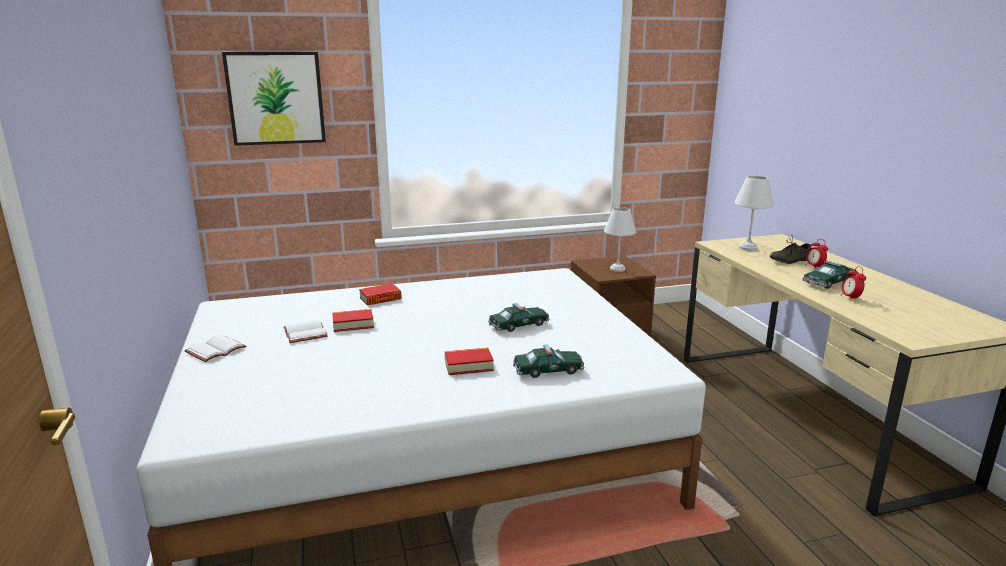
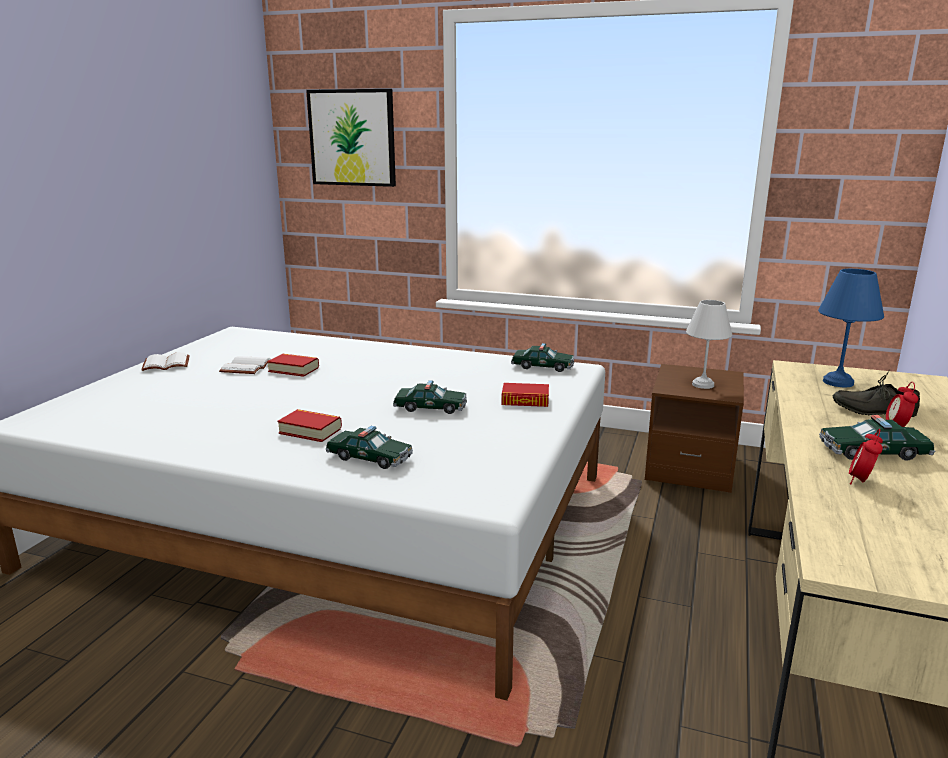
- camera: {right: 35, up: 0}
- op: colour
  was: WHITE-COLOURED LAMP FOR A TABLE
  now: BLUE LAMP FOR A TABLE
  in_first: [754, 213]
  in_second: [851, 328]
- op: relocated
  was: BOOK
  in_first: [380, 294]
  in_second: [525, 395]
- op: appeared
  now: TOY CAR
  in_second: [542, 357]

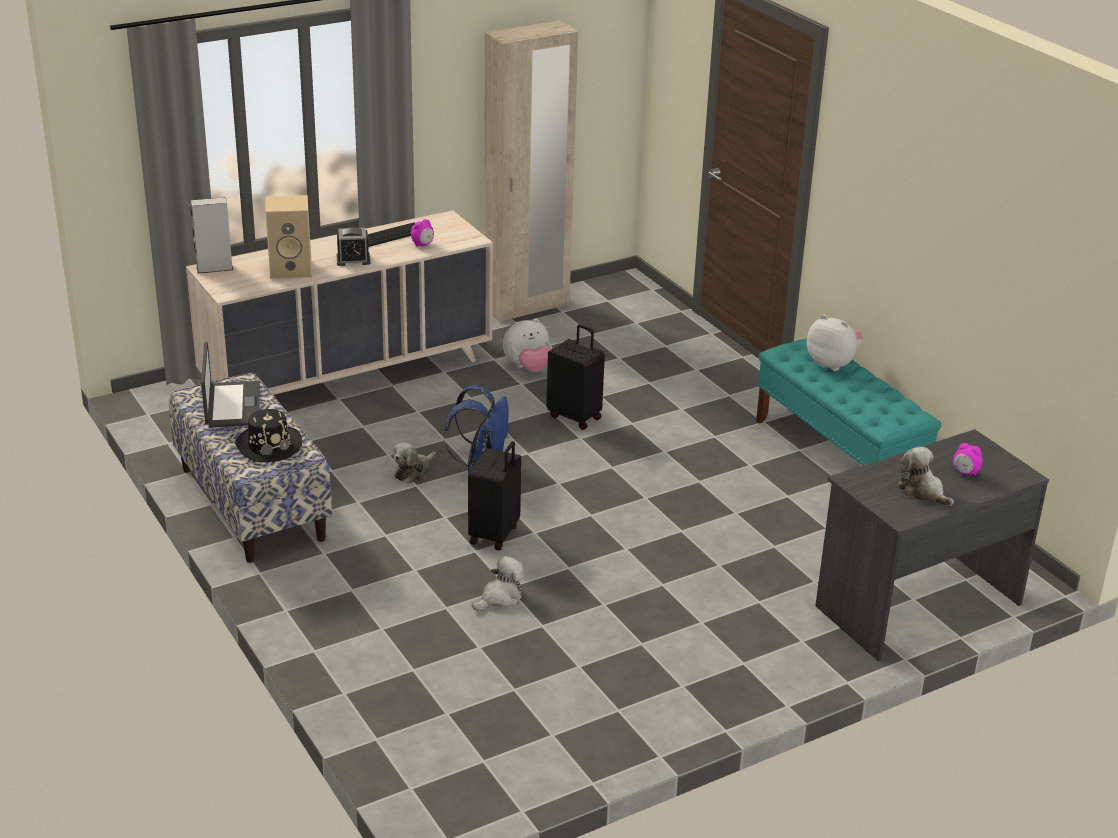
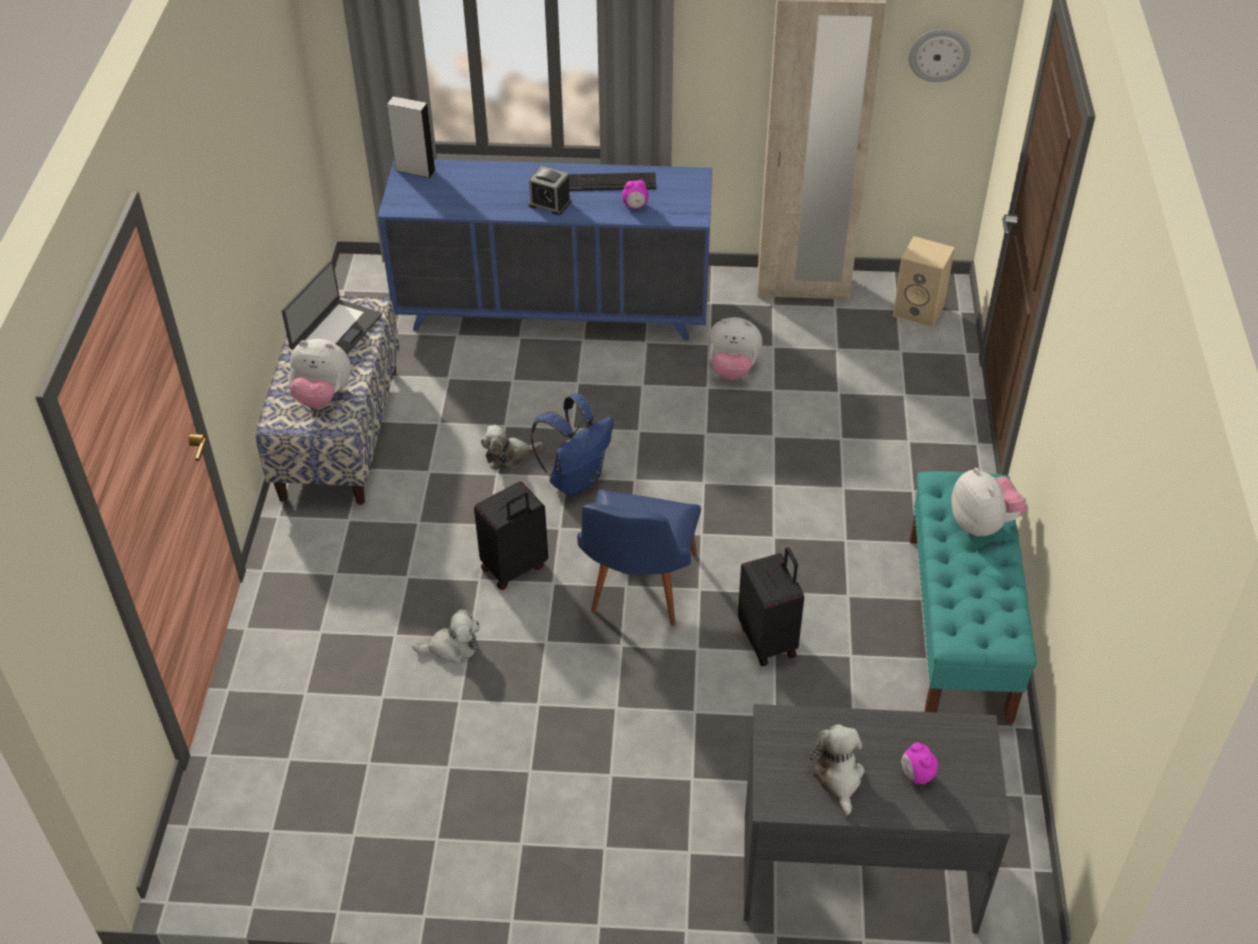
- camera: {right: 35, up: 15}
- op: relocated
  was: SAND-COLOURED SPEAKER
  in_first: [288, 237]
  in_second: [924, 282]
- op: colour
  was: SAND-COLOURED DRESSER
  now: BLUE DRESSER
  in_first: [339, 302]
  in_second: [545, 249]
- op: relocated
  was: BLACK-COLOURED TRAVEL CASE
  in_first: [575, 377]
  in_second: [771, 606]
- op: exchanged
  was: BLACK-COLOURED CLOTHING HAT
  now: PLUSH TOY
  in_first: [268, 435]
  in_second: [320, 373]
- op: appeared
  now: CLOCK ON THE WALL
  in_second: [940, 55]
- op: appeared
  now: BLUE CHAIR
  in_second: [639, 558]

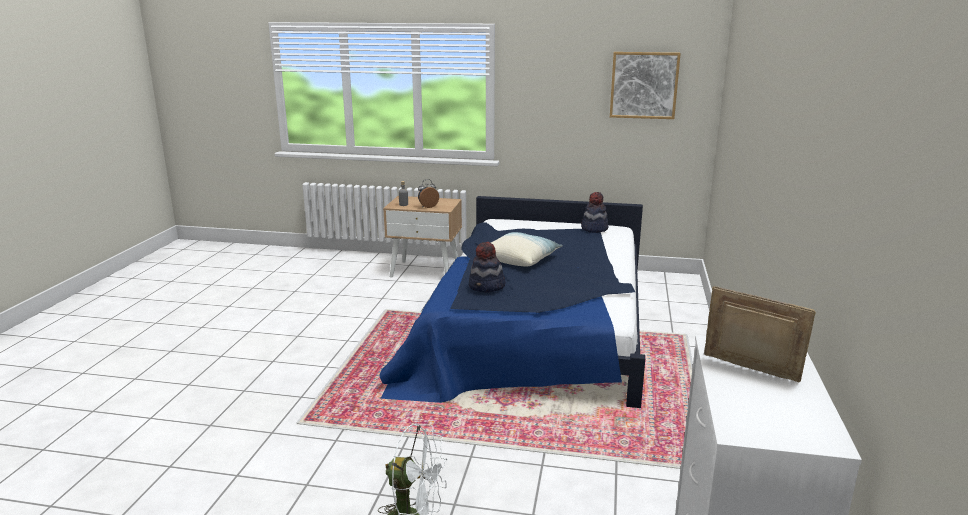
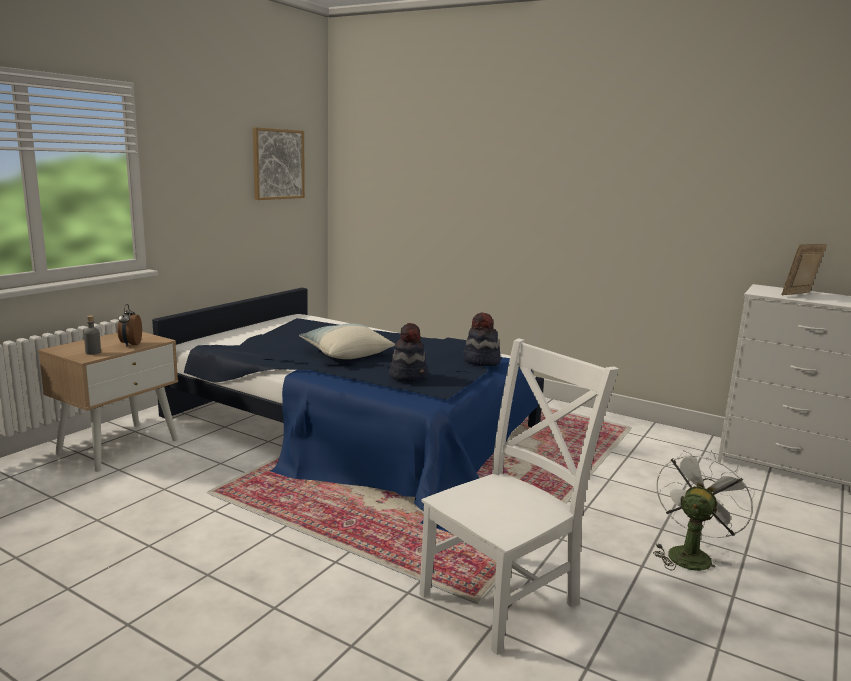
- camera: {right: -70, up: -5}
- op: relocated
  was: CLOTHING HAT
  in_first: [595, 212]
  in_second: [482, 339]
- op: appeared
  now: WHITE-COLOURED CHAIR
  in_second: [519, 496]

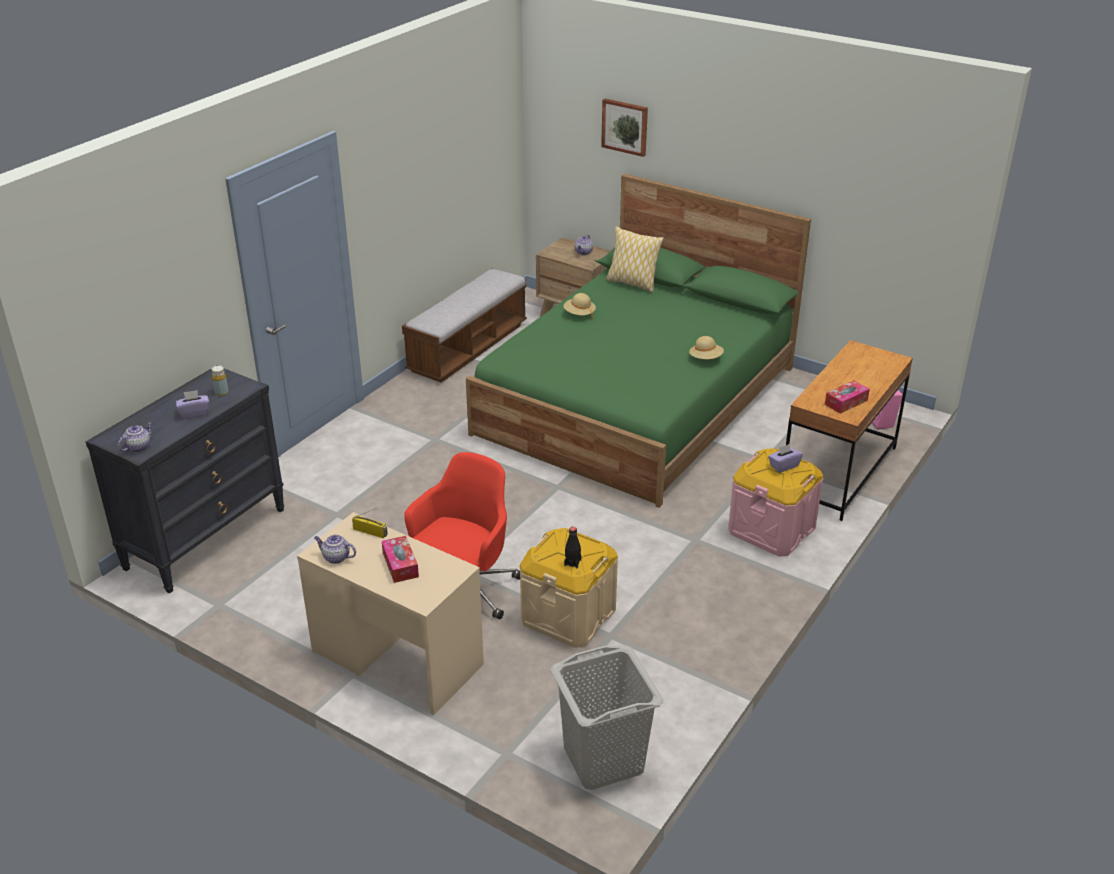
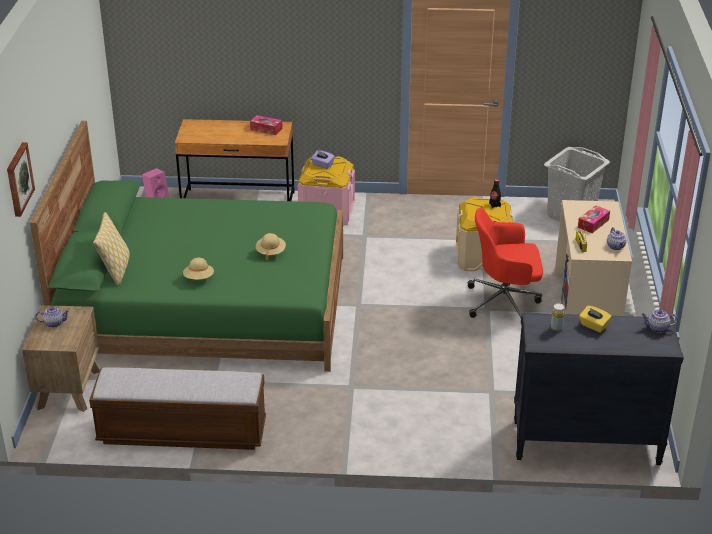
- camera: {right: -120, up: 0}
- op: relocated
  was: SAND-COLOURED CLOTHING HAT
  in_first: [706, 347]
  in_second: [271, 247]
- op: colour
  was: PURPLISH TISSUE BOX
  now: YELLOWISH TISSUE BOX
  in_first: [193, 404]
  in_second: [595, 319]

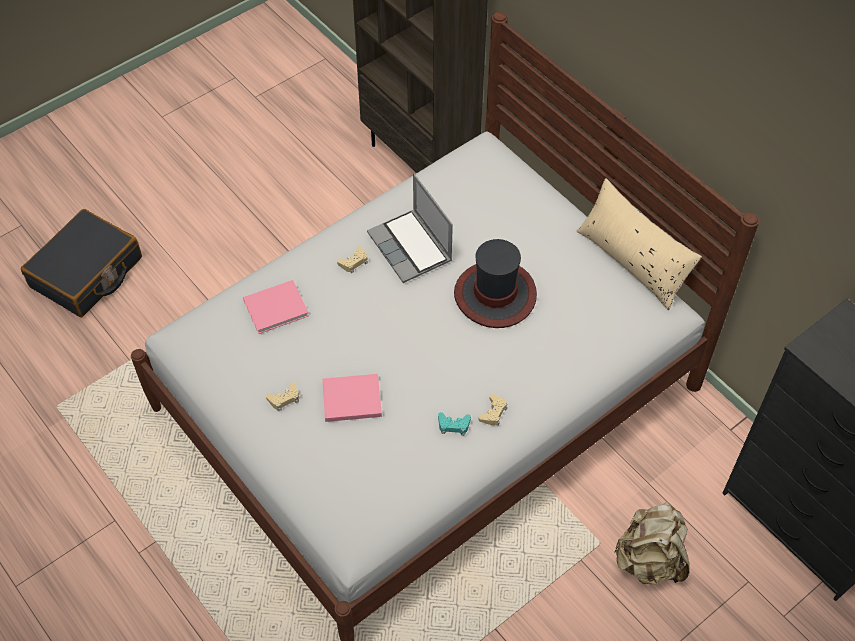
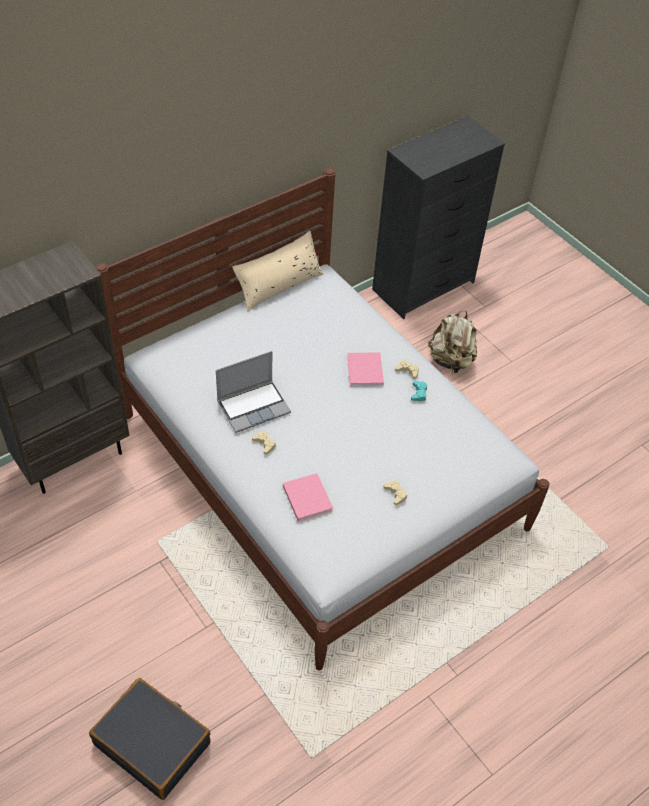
- camera: {right: -90, up: -5}
- op: missing
  was: CLOTHING HAT
  in_first: [495, 283]
- op: relocated
  was: PINK BOOK
  in_first: [352, 398]
  in_second: [365, 369]

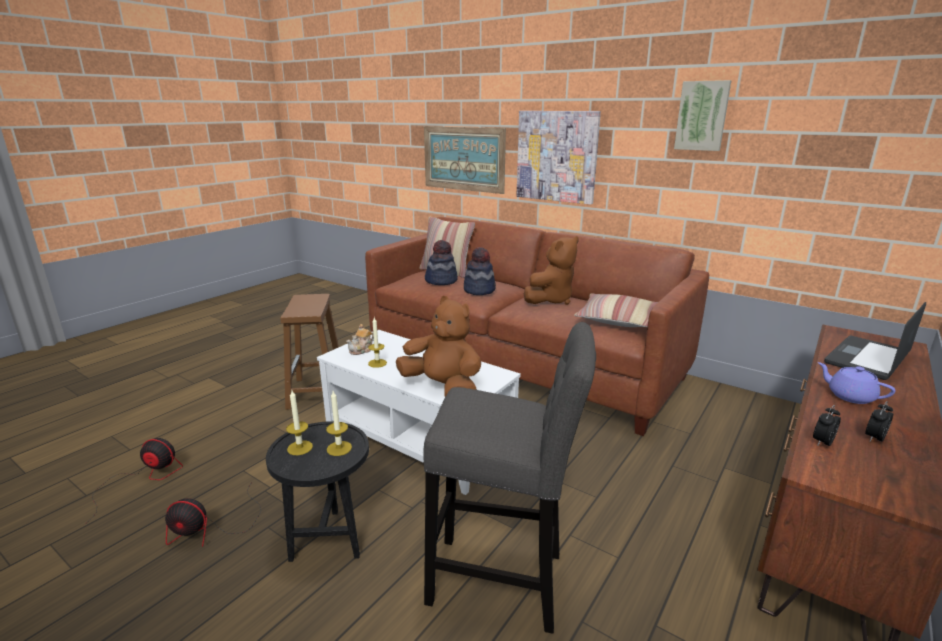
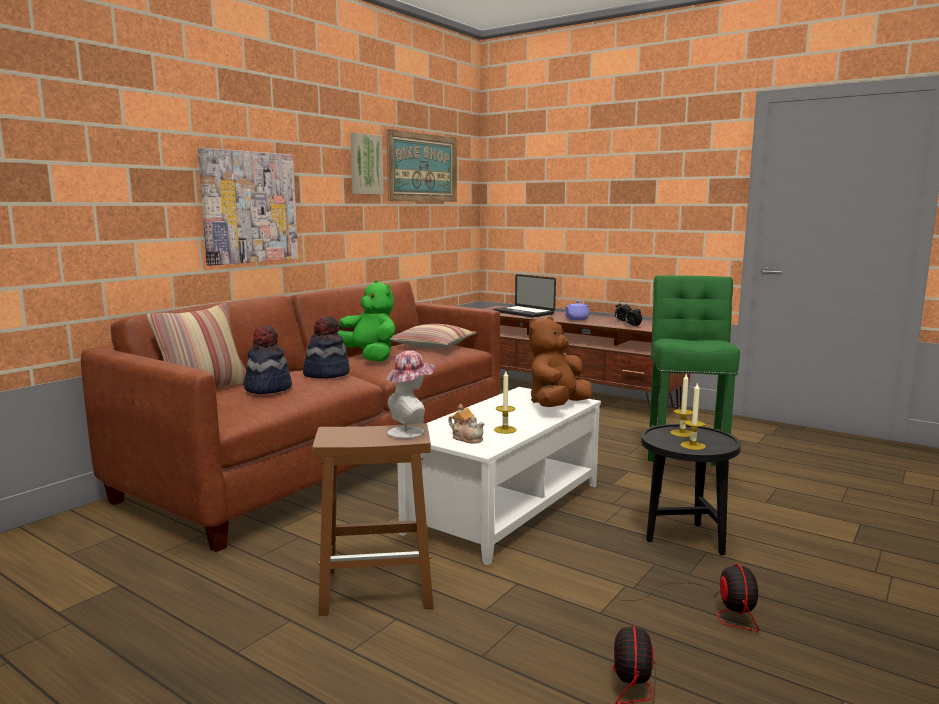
- camera: {right: -90, up: -10}
- op: relocated
  was: PICTURE
  in_first: [465, 160]
  in_second: [421, 165]
- op: colour
  was: BROWN PLUSH TOY
  now: GREEN PLUSH TOY
  in_first: [551, 270]
  in_second: [366, 321]
- op: colour
  was: GREY STOOL
  now: GREEN STOOL
  in_first: [509, 478]
  in_second: [694, 384]
- op: appeared
  now: CLOTHING HAT
  in_second: [410, 394]

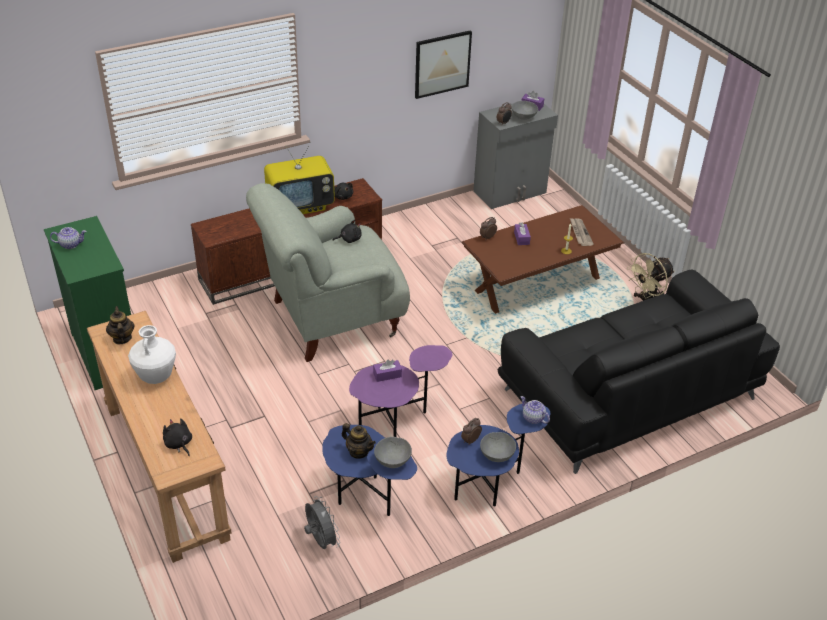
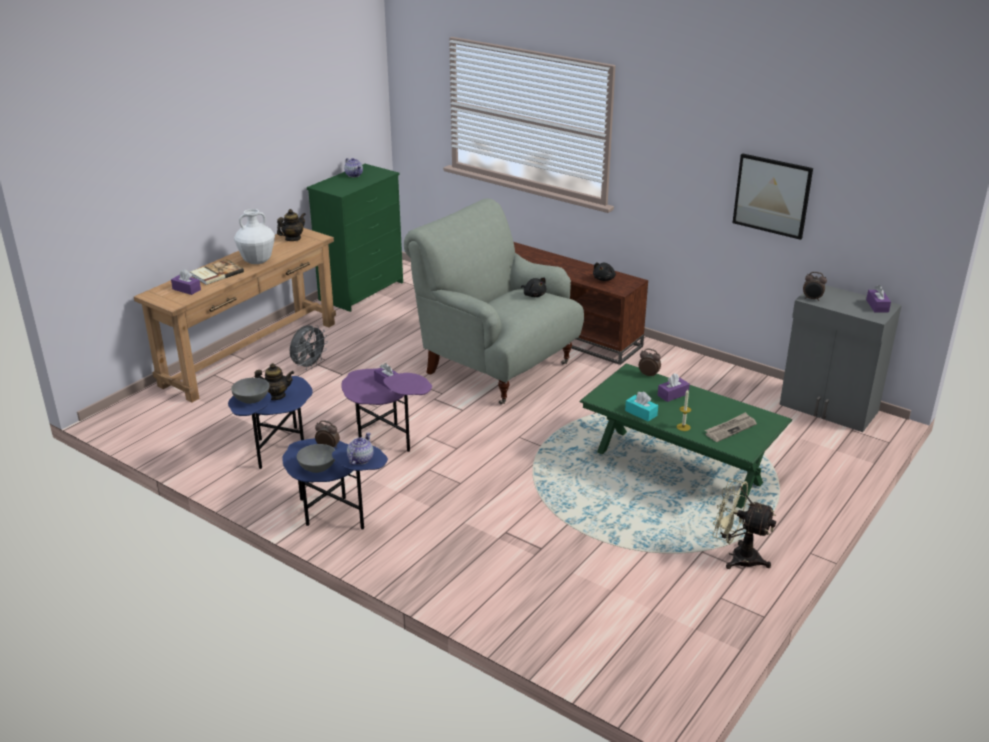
- camera: {right: 65, up: -10}
- op: missing
  was: GREY SERVING BOWL
  in_first: [525, 110]
- op: missing
  was: TV SET
  in_first: [299, 178]
- op: colour
  was: BROWN LOW TABLE
  now: GREEN LOW TABLE
  in_first: [542, 259]
  in_second: [685, 436]
- op: missing
  was: BLACK-COLOURED SETTEE
  in_first: [639, 371]
- op: exchanged
  was: BLACK-COLOURED PLUSH TOY
  now: PURPLISH TISSUE BOX
  in_first: [177, 437]
  in_second: [186, 282]
- op: spun
  was: POT FOR TEA
  in_first: [359, 441]
  in_second: [274, 381]
  clockwise: -105
- op: relocated
  was: GREY COOLING FAN
  in_first: [322, 522]
  in_second: [309, 347]
- op: appeared
  now: BOOK
  in_second: [217, 272]
- op: appeared
  now: TURQUOISE TISSUE BOX
  in_second: [641, 407]

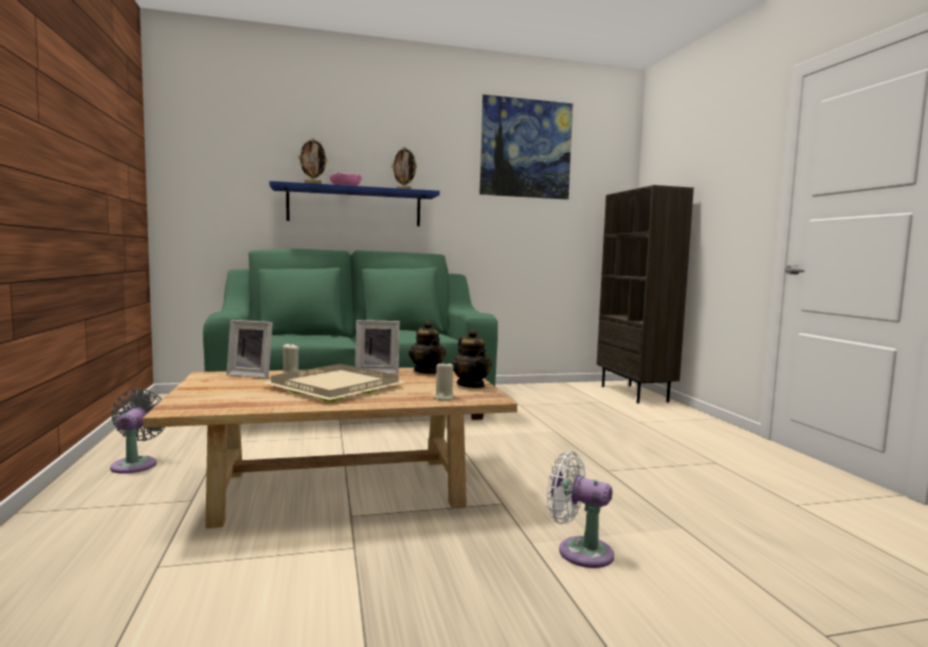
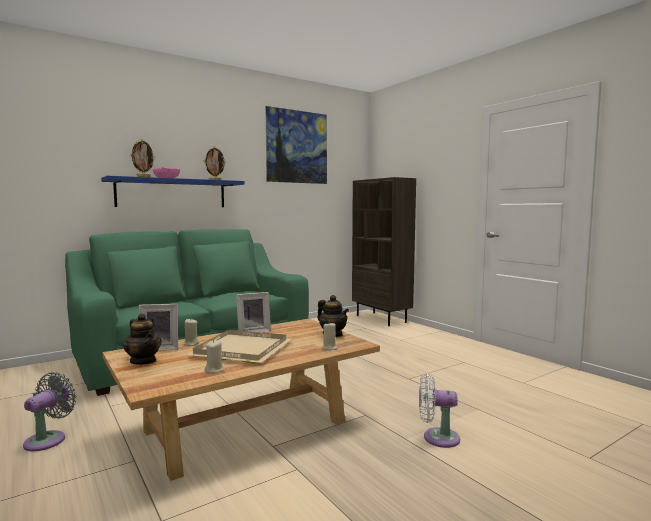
- camera: {right: -20, up: 0}
- op: relocated
  was: POT FOR TEA
  in_first: [427, 347]
  in_second: [142, 339]
- op: spun
  was: GREY COOLING FAN
  in_first: [137, 431]
  in_second: [49, 412]
  clockwise: 45
- op: appeared
  now: SAND-COLOURED WAX LIGHT
  in_second: [214, 356]

